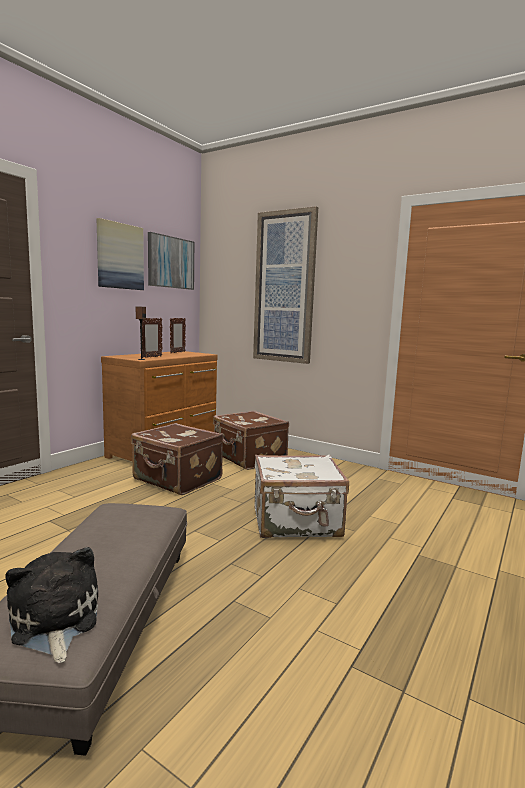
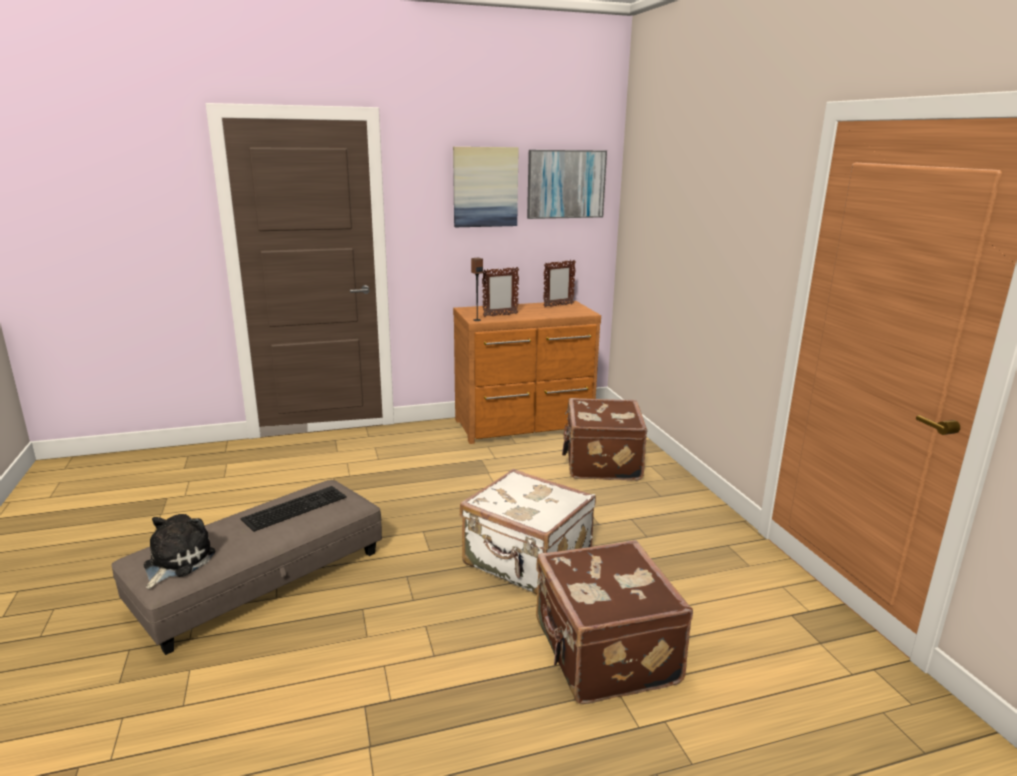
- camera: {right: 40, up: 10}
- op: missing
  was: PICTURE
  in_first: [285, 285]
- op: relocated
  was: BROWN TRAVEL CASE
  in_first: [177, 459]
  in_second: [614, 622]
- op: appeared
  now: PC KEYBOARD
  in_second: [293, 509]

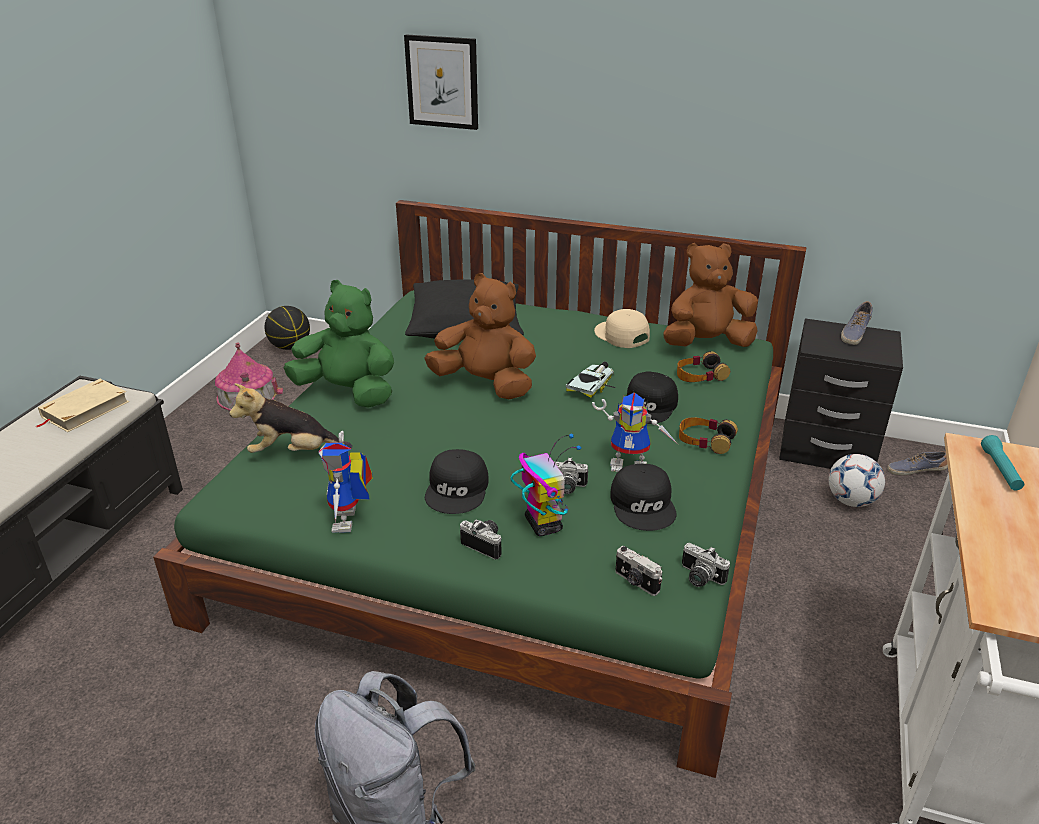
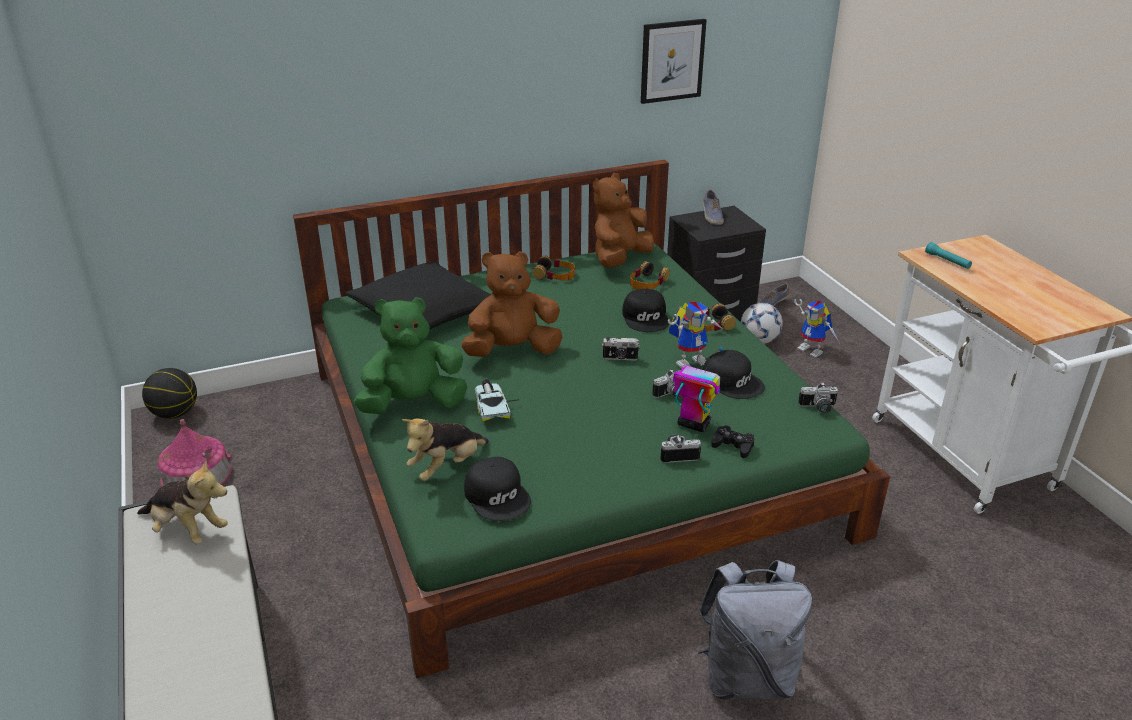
- camera: {right: -40, up: 0}
- op: relocated
  was: PICTURE
  in_first: [441, 82]
  in_second: [674, 61]
- op: exchanged
  was: SAND-COLOURED BASEBALL CAP
  now: HEADSET
  in_first: [622, 328]
  in_second: [553, 268]
- op: relocated
  was: TOY CAR
  in_first: [591, 380]
  in_second: [497, 400]
- op: exchanged
  was: SAND-COLOURED BOOK
  now: PLUSH TOY
  in_first: [82, 405]
  in_second: [182, 502]
- op: relocated
  was: TOY ROBOT
  in_first: [345, 482]
  in_second: [817, 328]
- op: relocated
  was: BLACK-COLOURED BASEBALL CAP
  in_first: [457, 481]
  in_second: [497, 489]
- op: relocated
  was: STILL CAMERA
  in_first: [638, 571]
  in_second: [621, 349]
- op: appeared
  now: BLACK-COLOURED GAME CONTROLLER
  in_second: [732, 441]

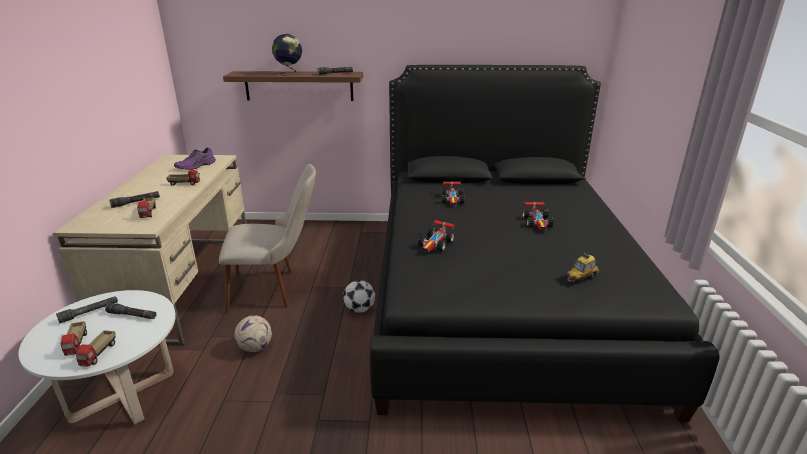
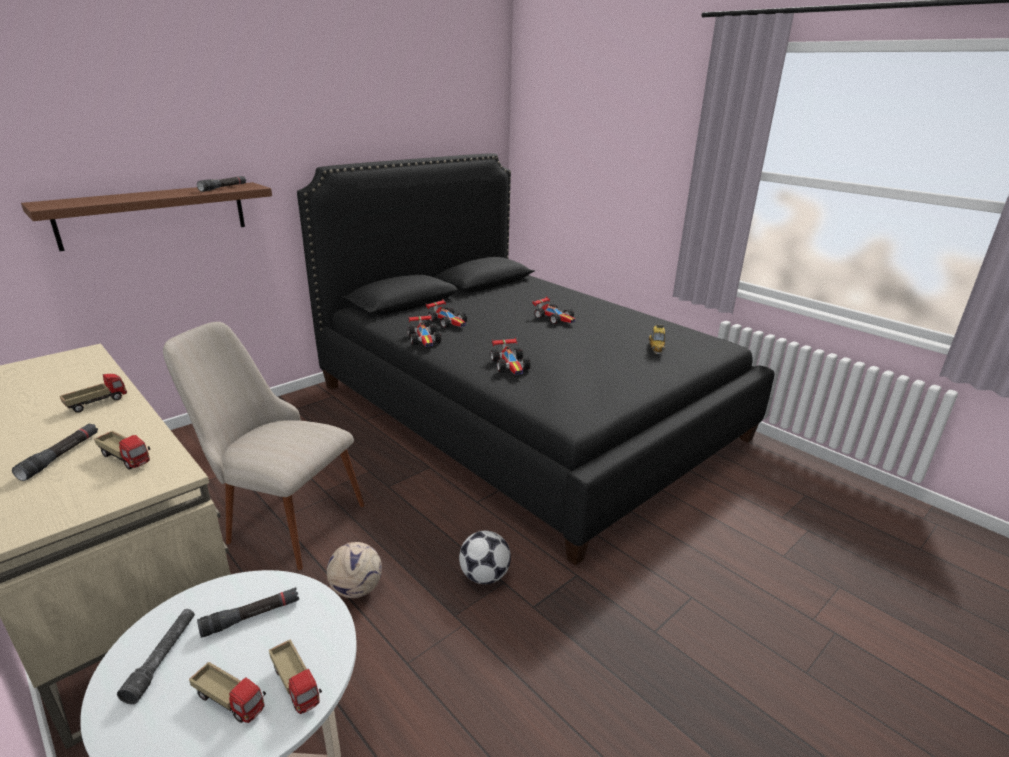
- camera: {right: -45, up: 0}
- op: missing
  was: DESK GLOBE
  in_first: [287, 55]
- op: missing
  was: PURPLISH LOW SHOE
  in_first: [195, 159]
- op: spun
  was: SAND-COLOURED CHAIR
  in_first: [267, 238]
  in_second: [264, 446]
  clockwise: -105
- op: relocated
  was: FOOTBALL BALL
  in_first: [359, 296]
  in_second: [485, 557]
- op: appeared
  now: TOY CAR
  in_second: [424, 330]

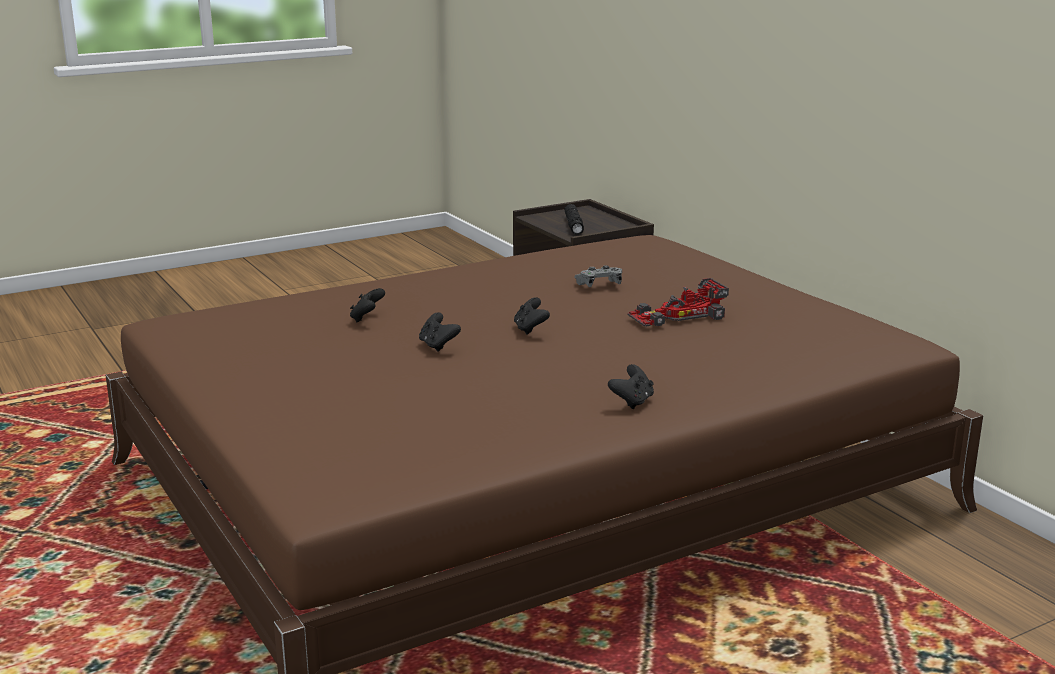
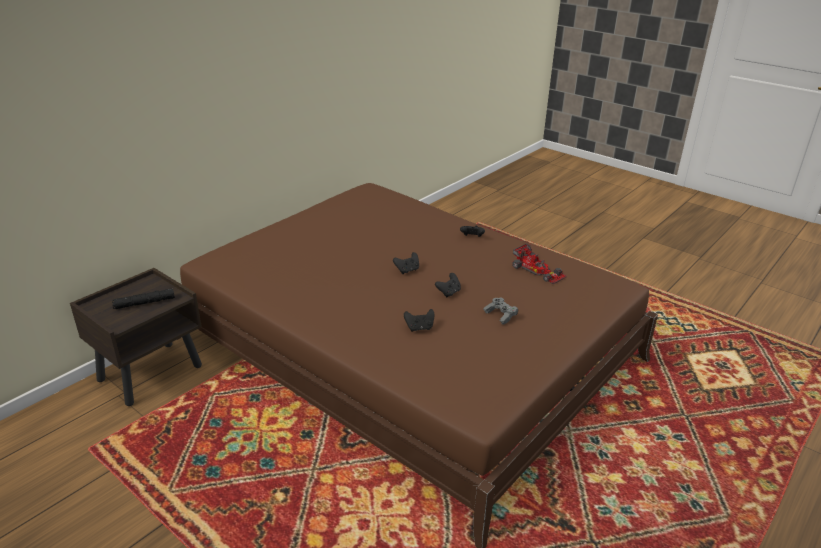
- camera: {right: -110, up: 10}
- op: relocated
  was: GREY GAME CONTROLLER
  in_first: [598, 276]
  in_second: [500, 311]
- op: relocated
  was: TOY CAR
  in_first: [678, 302]
  in_second: [539, 264]

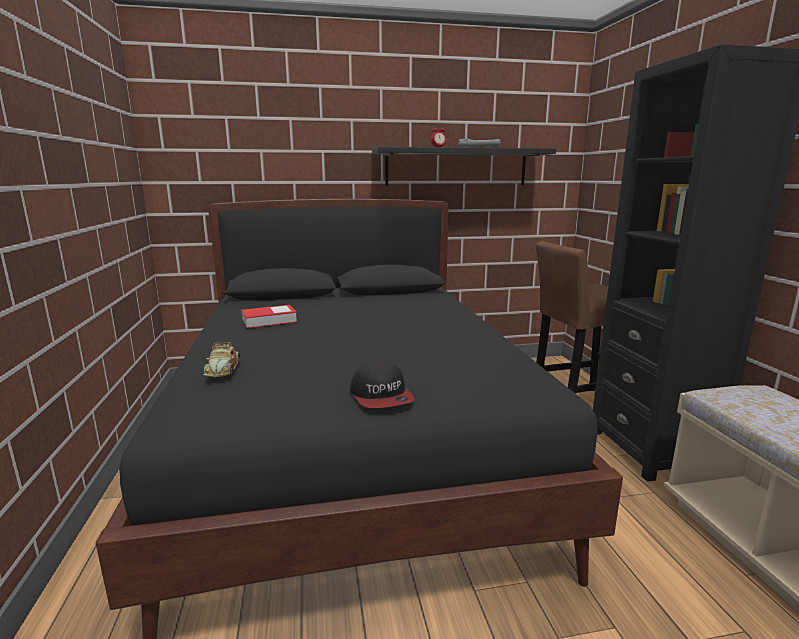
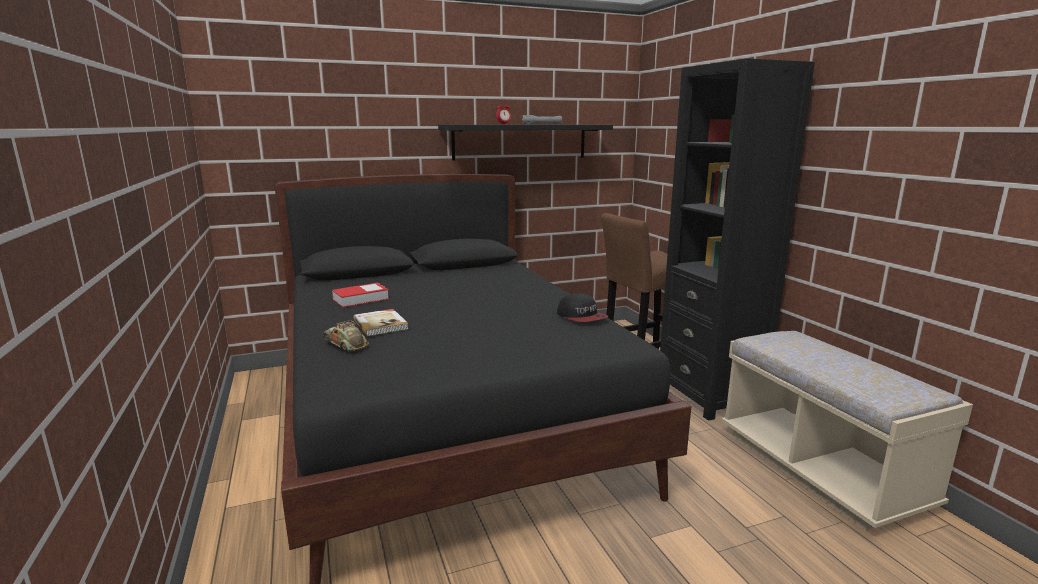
- camera: {right: -10, up: 0}
- op: spun
  was: TOY CAR
  in_first: [221, 359]
  in_second: [345, 336]
  clockwise: 150
- op: relocated
  was: BASEBALL CAP
  in_first: [382, 384]
  in_second: [582, 307]
- op: appeared
  now: BOOK
  in_second: [380, 322]

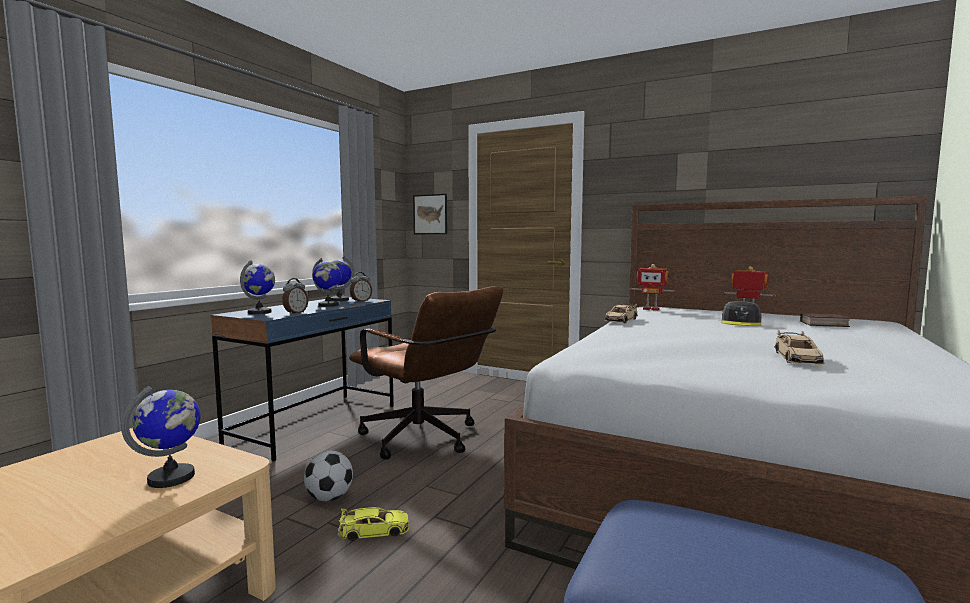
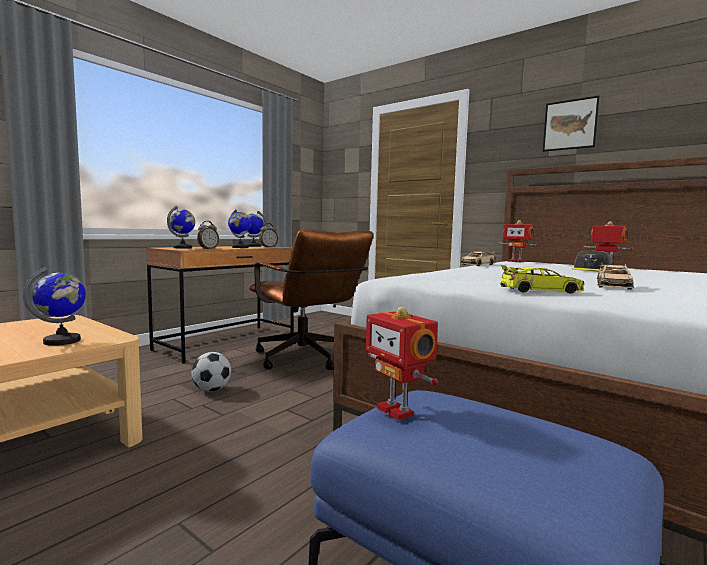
- camera: {right: 10, up: 0}
- op: relocated
  was: PICTURE
  in_first: [430, 214]
  in_second: [571, 124]
- op: colour
  was: BLUE DESK
  now: BROWN DESK
  in_first: [302, 379]
  in_second: [219, 305]
- op: missing
  was: BOOK
  in_first: [825, 320]
- op: relocated
  was: YELLOWISH TOY CAR
  in_first: [374, 524]
  in_second: [542, 279]
- op: appeared
  now: TOY ROBOT
  in_second: [402, 363]

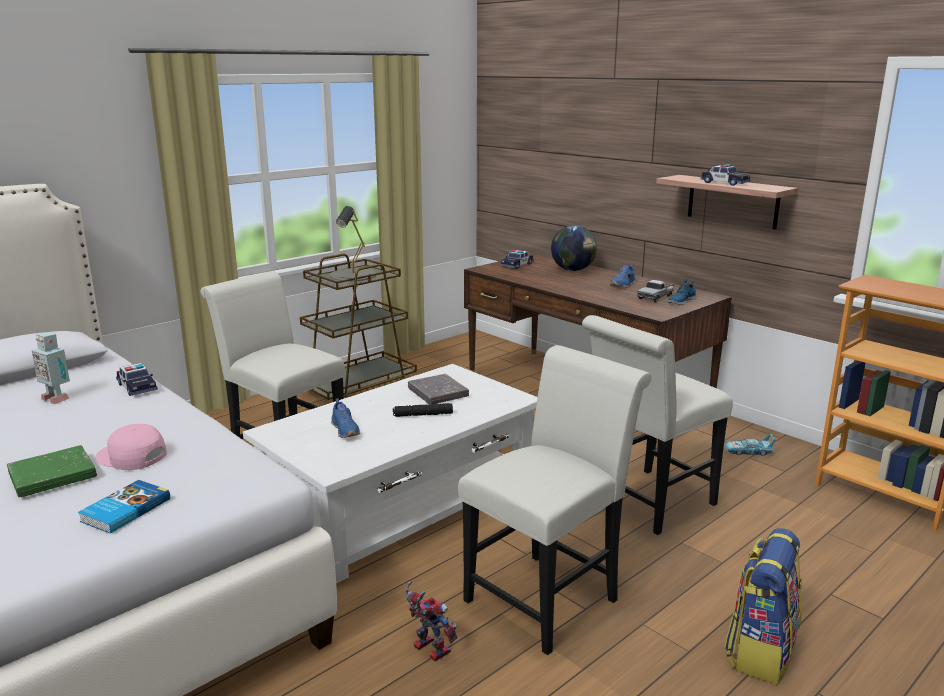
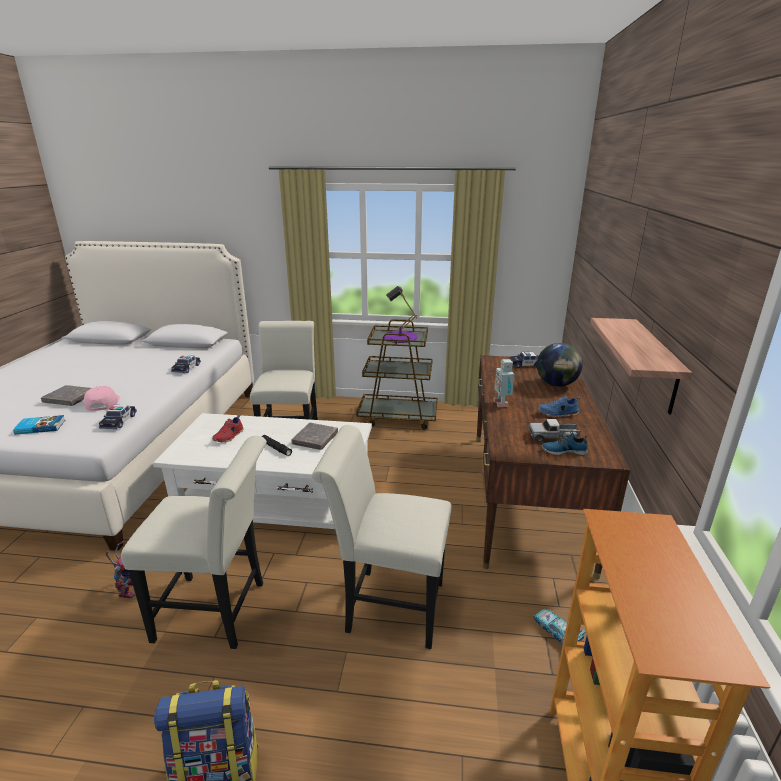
- camera: {right: 50, up: 5}
- op: relocated
  was: TOY CAR
  in_first: [725, 175]
  in_second: [118, 417]
- op: colour
  was: GREY LAMP FOR A TABLE
  now: PURPLISH LAMP FOR A TABLE
  in_first: [353, 243]
  in_second: [401, 314]
- op: relocated
  was: TOY ROBOT
  in_first: [50, 368]
  in_second: [504, 383]
- op: colour
  was: BLUE LOW SHOE
  now: REDDISH LOW SHOE
  in_first: [345, 418]
  in_second: [228, 428]
- op: colour
  was: GREEN BOOK
  now: GREY BOOK
  in_first: [52, 471]
  in_second: [66, 395]

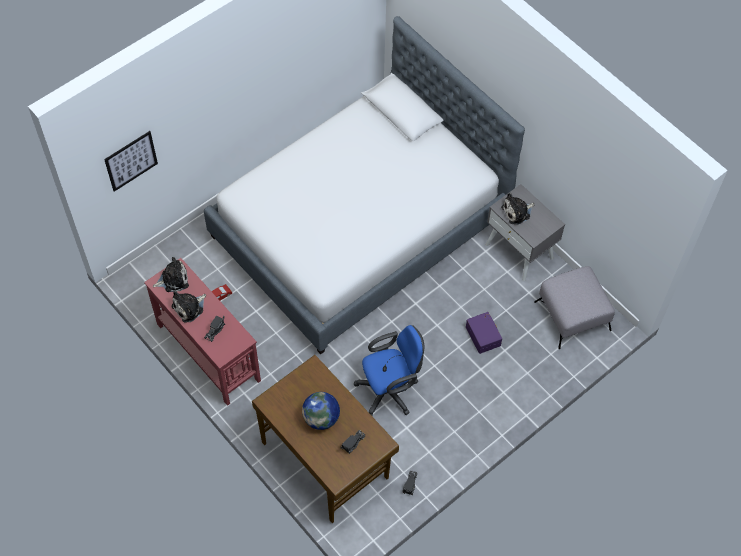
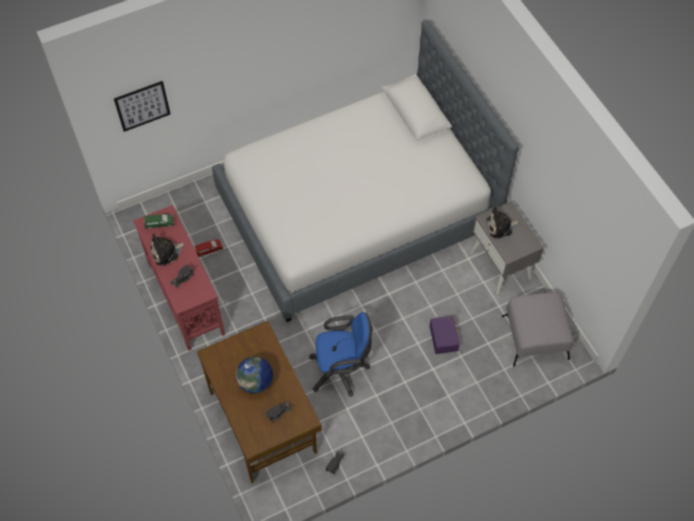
- camera: {right: 15, up: 0}
- op: exchanged
  was: PLUSH TOY
  now: GREEN TOY CAR
  in_first: [171, 274]
  in_second: [159, 221]

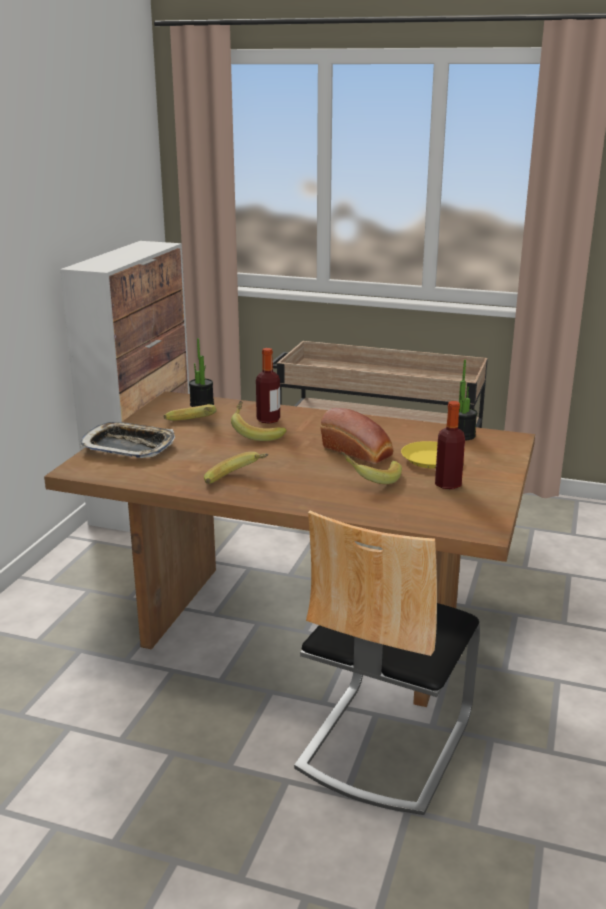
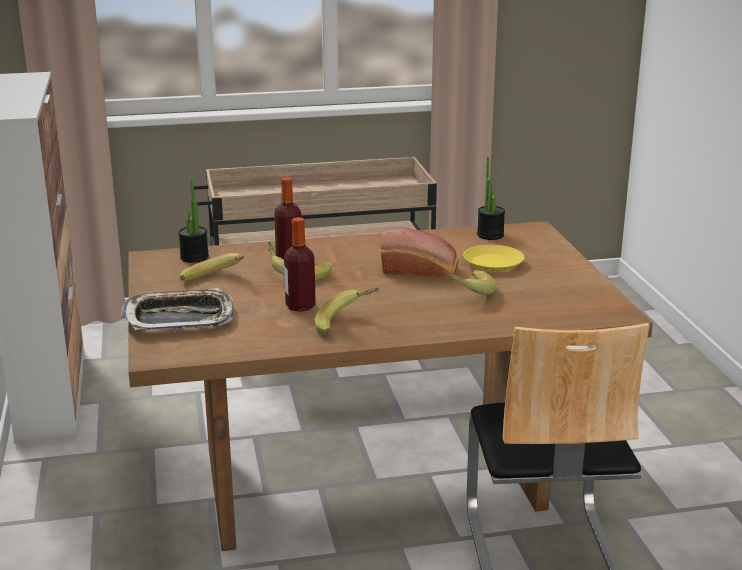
- camera: {right: -30, up: 0}
- op: relocated
  was: DRINK BOTTLE
  in_first: [450, 445]
  in_second: [300, 264]

